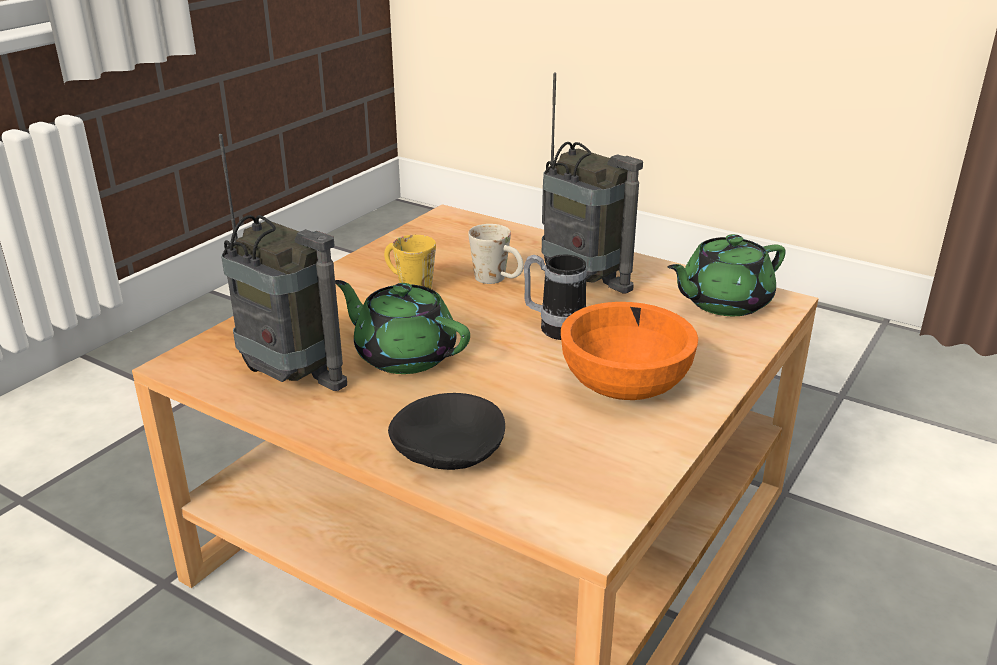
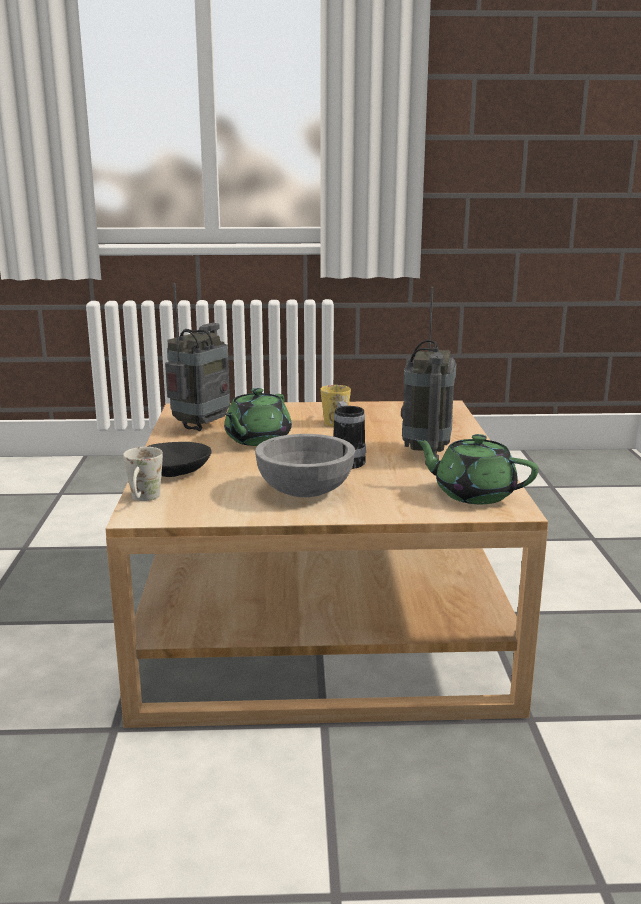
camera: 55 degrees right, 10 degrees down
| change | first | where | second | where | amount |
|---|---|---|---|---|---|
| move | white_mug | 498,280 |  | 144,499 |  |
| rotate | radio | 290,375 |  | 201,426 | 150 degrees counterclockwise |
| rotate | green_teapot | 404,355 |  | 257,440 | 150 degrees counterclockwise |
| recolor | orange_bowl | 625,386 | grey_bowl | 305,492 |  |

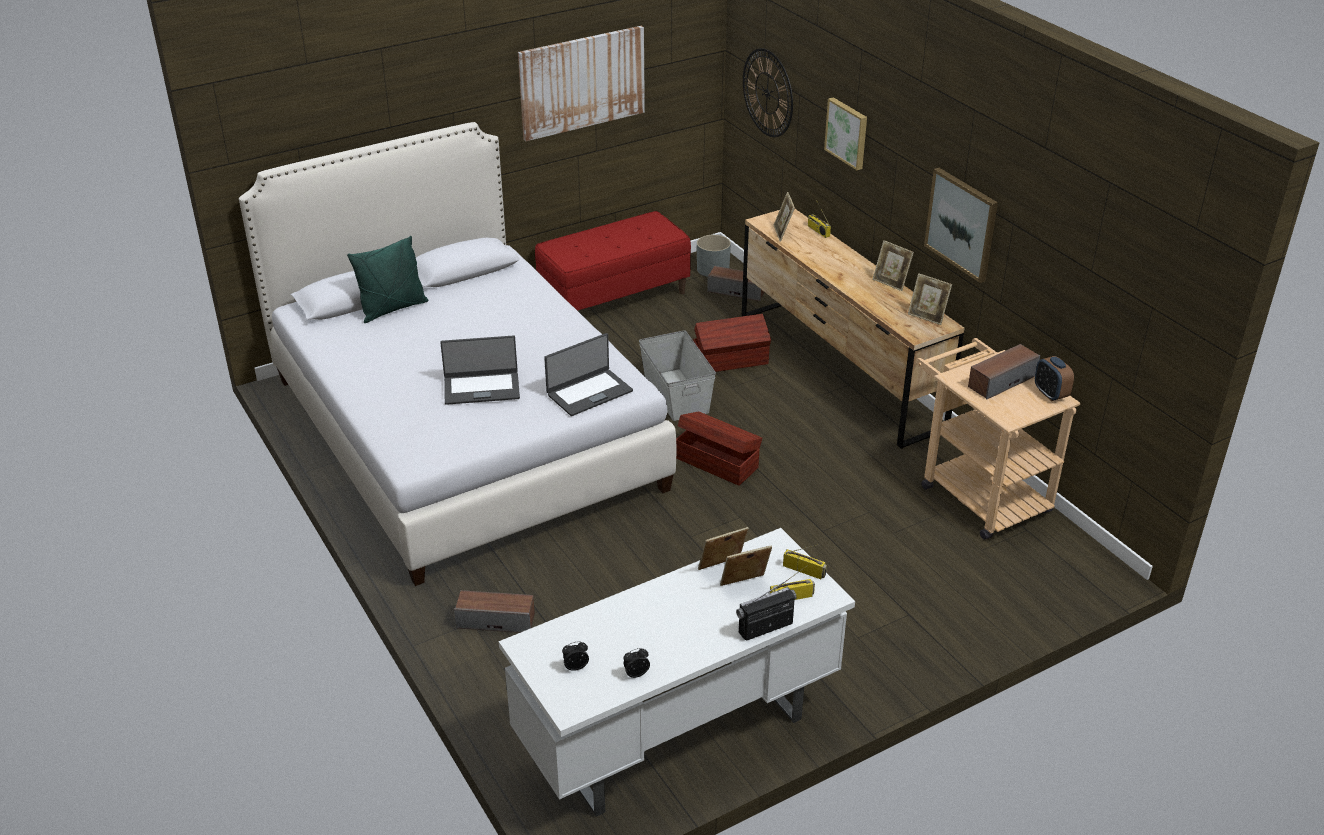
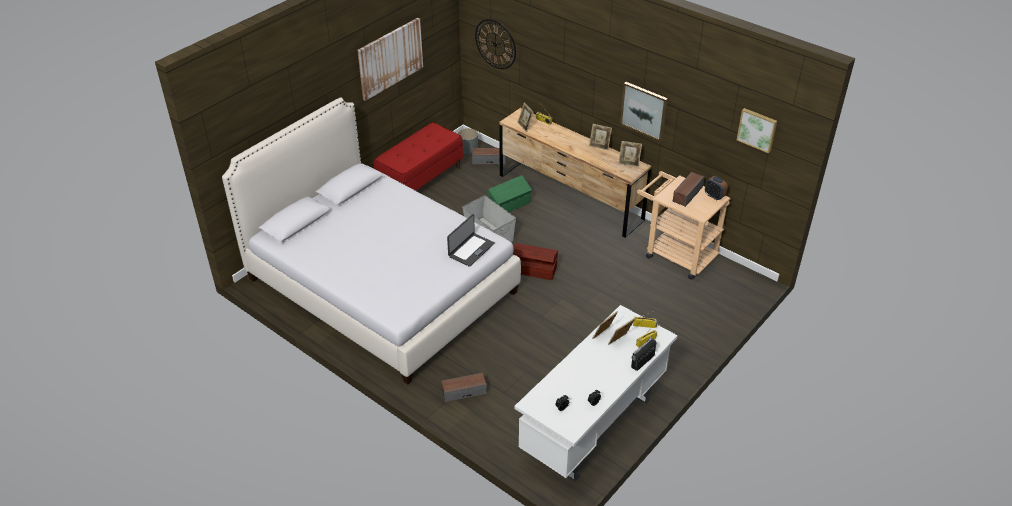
camera: 20 degrees left, 5 degrees up
| change | first | where | second | where | amount |
|---|---|---|---|---|---|
| recolor | brown_storage_box | 731,361 | green_storage_box | 509,205 |  |
| move | picture | 847,133 |  | 757,129 |  |
| delete | green_pillow | 393,309 |  |  |  |
| delete | laptop | 481,388 |  |  |  |

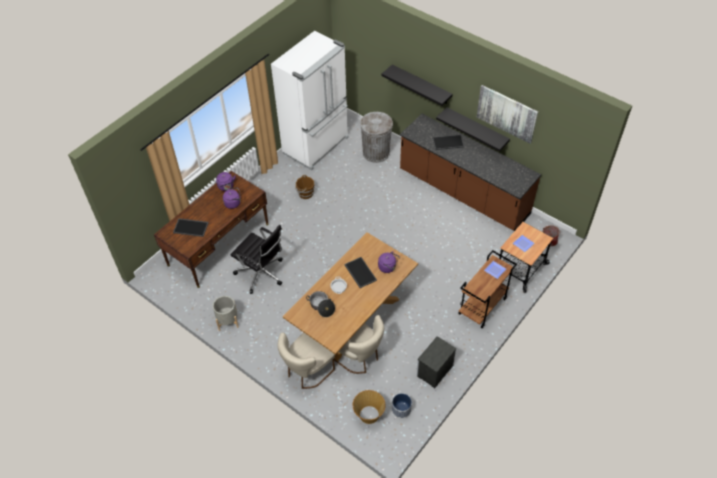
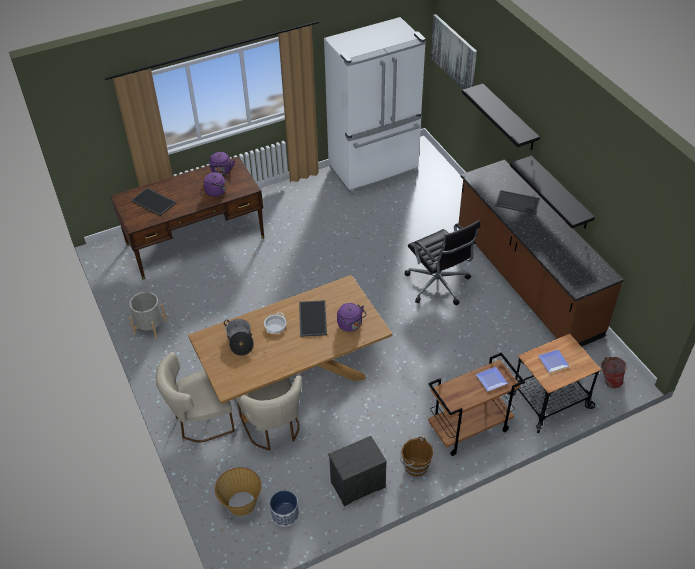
camera: 25 degrees right, 5 degrees down
| change | first | where | second | where | amount |
|---|---|---|---|---|---|
| move | brown_bucket | 305,194 |  | 415,466 |  |
| move | black_office_chair | 261,274 |  | 438,285 |  |
| move | picture | 506,113 |  | 454,54 |  |
| delete | grey_trash_can | 376,152 |  |  |  |

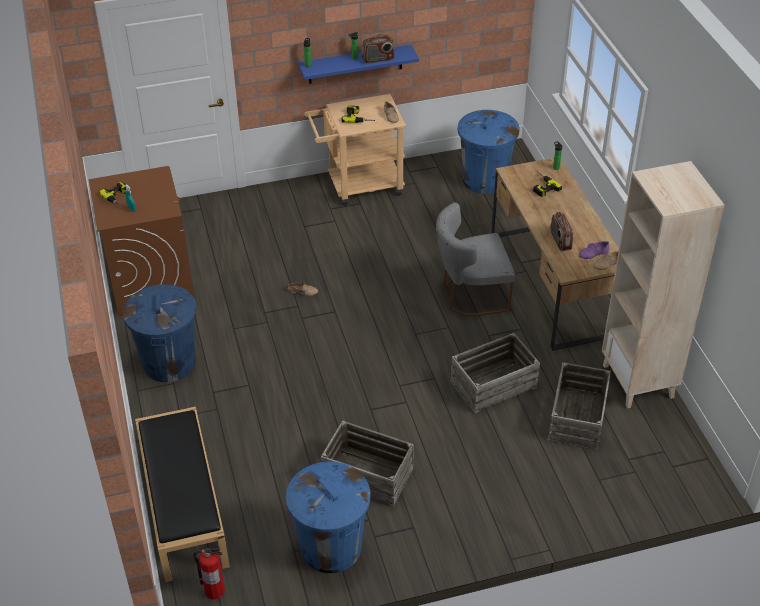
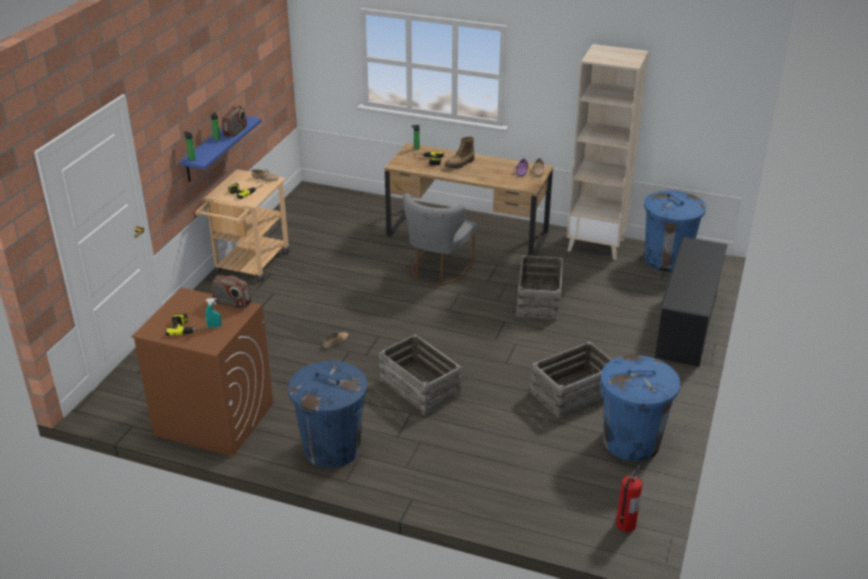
camera: 55 degrees left, 10 degrees down
| change | first | where | second | where | amount |
|---|---|---|---|---|---|
| move | radio | 560,241 |  | 232,303 |  |
| move | crate | 578,418 |  | 420,387 |  |
| insert |  |  | boot | 460,164 |  |
| move | blue_trash_can | 484,180 |  | 666,260 |  |
| insert |  |  | black_shoe_rack | 686,326 |  |
| delete | black_bench | 183,506 |  |  |  |

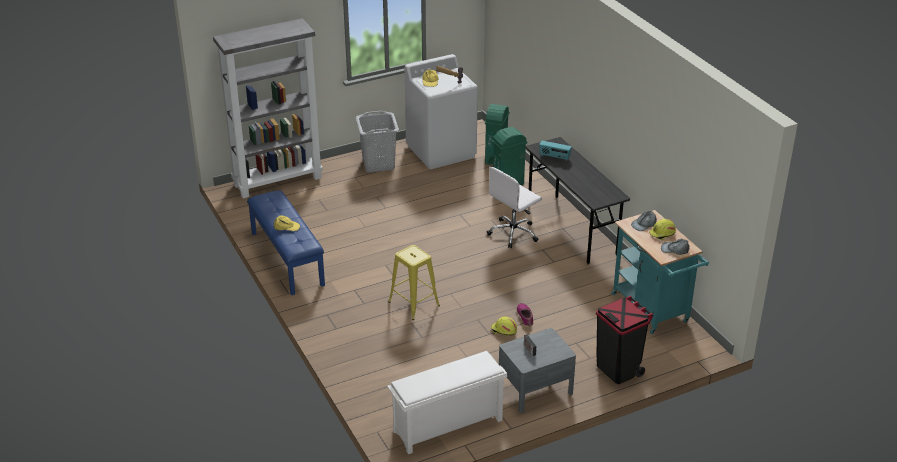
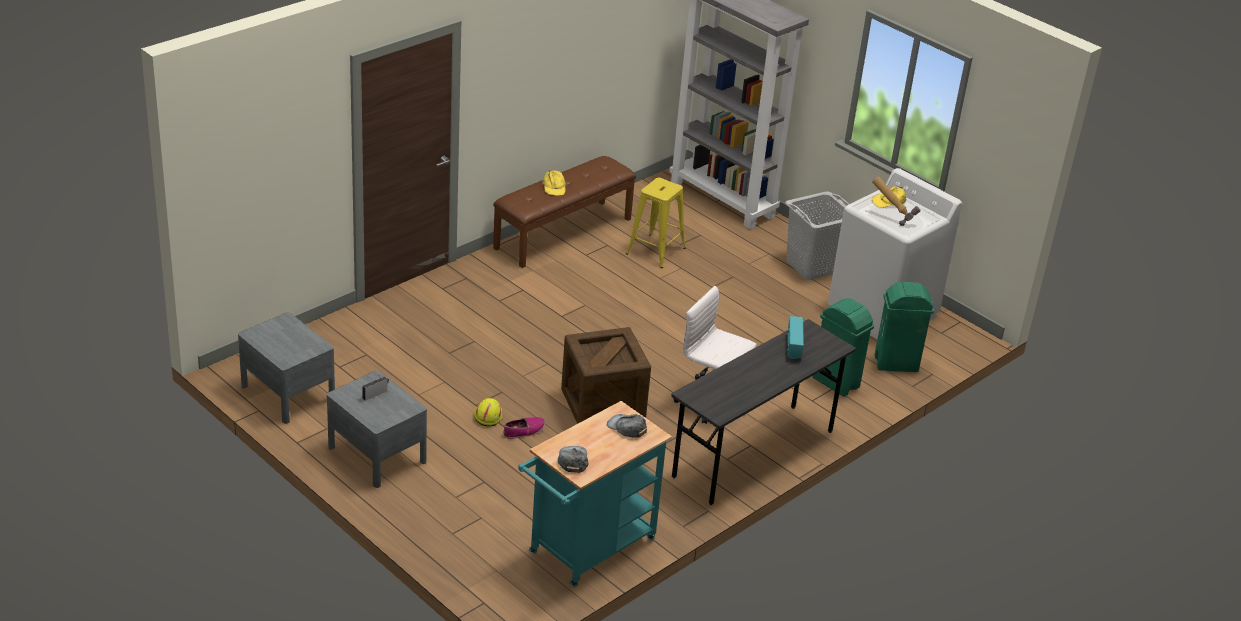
camera: 70 degrees right, 0 degrees up
| change | first | where | second | where | amount |
|---|---|---|---|---|---|
| replace | white_shoe_rack | 447,426 | grey_nightstand | 288,393 |  |
| recolor | blue_bench | 286,259 | brown_bench | 562,233 |  |
| insert |  |  | crate | 603,405 |  |
| move | yellow_stool | 414,304 |  | 655,251 |  |
| delete | black_trash_can | 618,369 |  |  |  |
| delete | yellow_hard_hat | 662,234 |  |  |  |

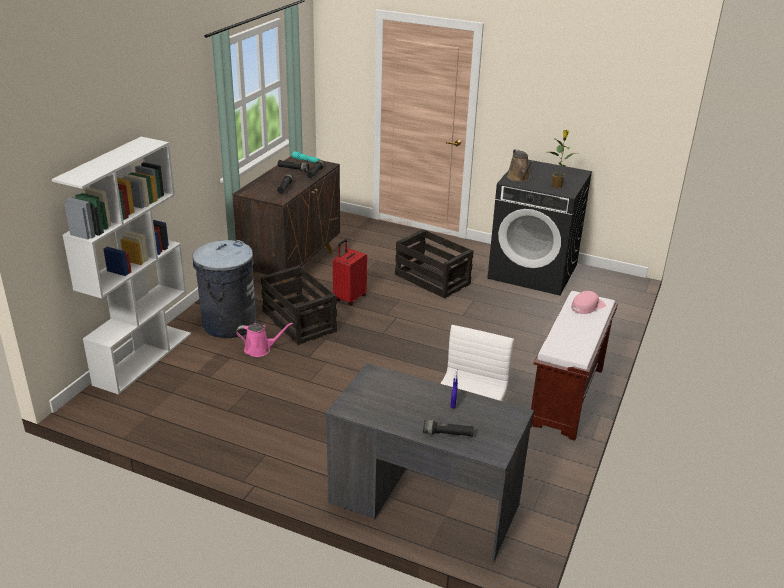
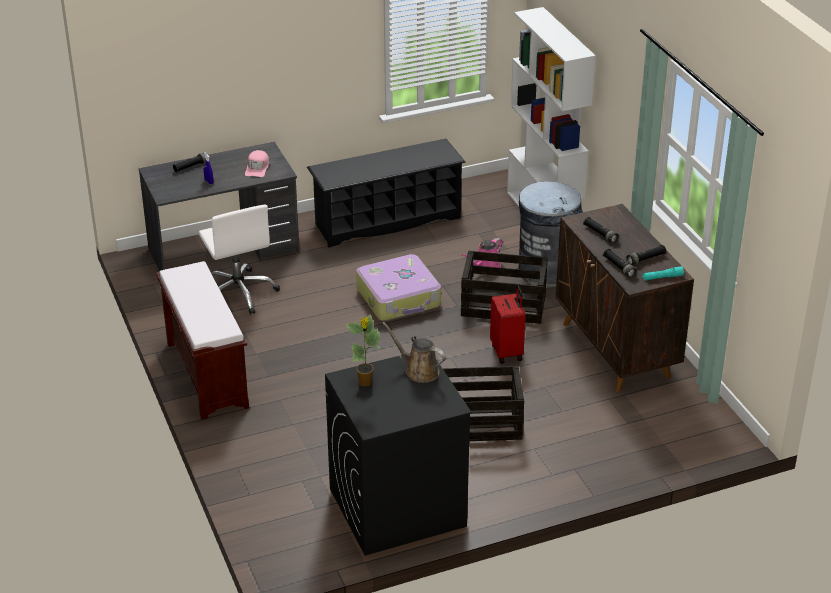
camera: 135 degrees right, 5 degrees up
| change | first | where | second | where | amount |
|---|---|---|---|---|---|
| move | pink_cap | 587,306 |  | 257,168 |  |
| insert |  |  | black_shoe_rack | 387,221 |  |
| insert |  |  | suitcase | 399,298 |  |

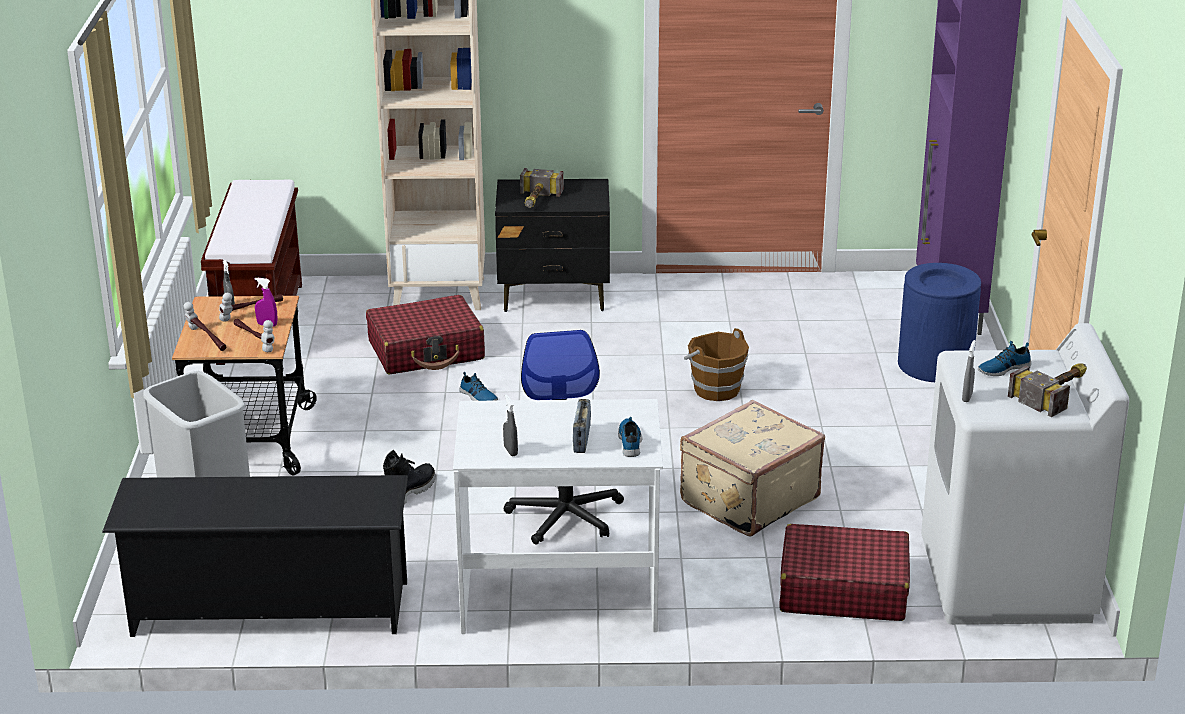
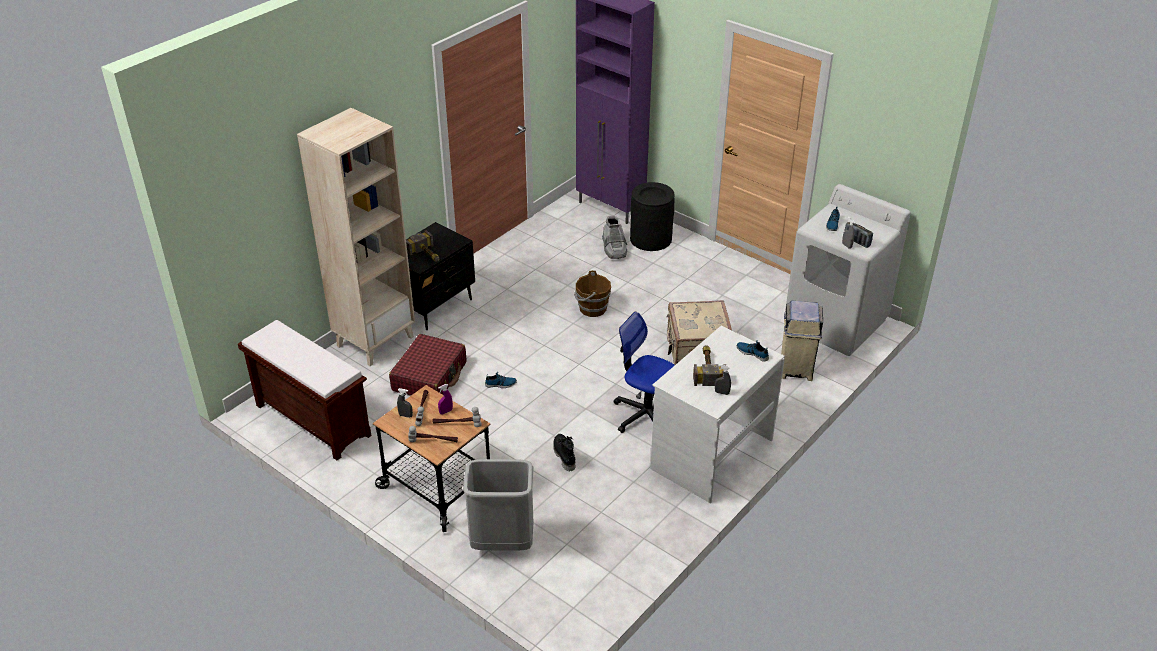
camera: 50 degrees left, 10 degrees up
| change | first | where | second | where | amount |
|---|---|---|---|---|---|
| insert |  |  | grey_boot | 614,249 |  |
| recolor | blue_trash_can | 935,364 | black_trash_can | 651,239 |  |
| move | hammer | 1057,392 |  | 707,368 |  |
| replace | red_suitcase | 842,590 | beige_trash_can | 796,369 |  |
| move | radio | 581,440 |  | 856,241 |  |
| delete | black_shoe_rack | 269,609 |  |  |  |

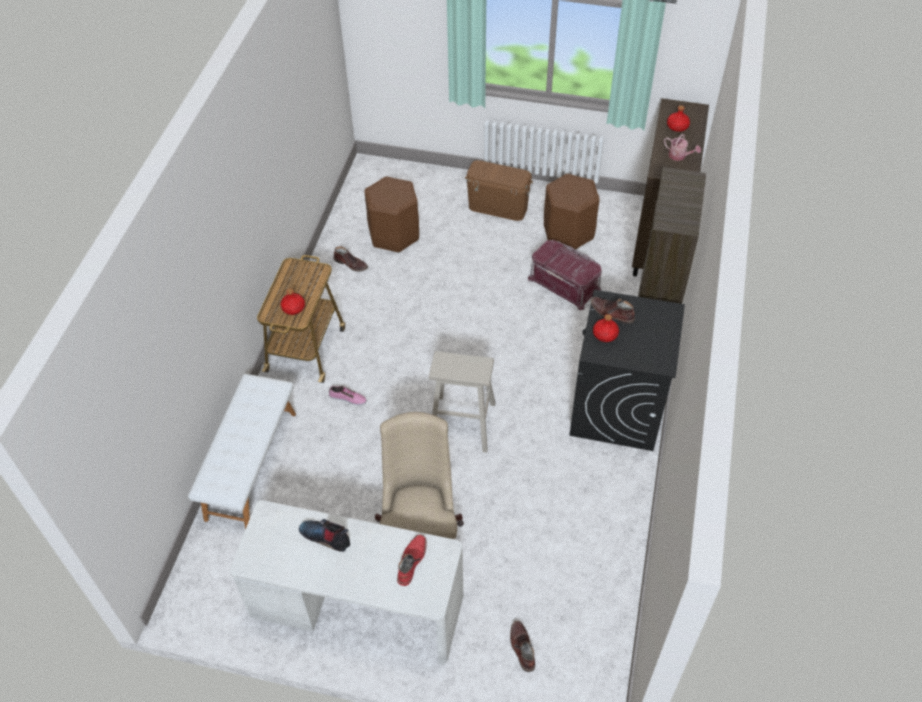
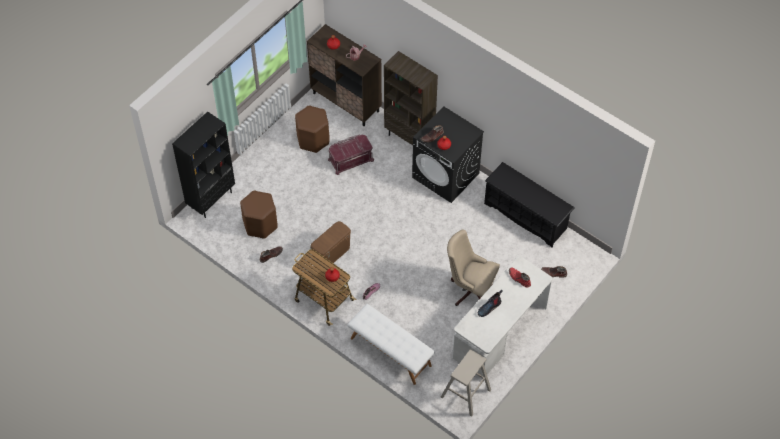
camera: 65 degrees left, 5 degrees up
| change | first | where | second | where | amount |
|---|---|---|---|---|---|
| insert |  |  | black_bookcase | 211,199 |  |
| move | brown_storage_box | 498,207 |  | 331,254 |  |
| move | beige_stool | 462,423 |  | 465,393 |  |
| insert |  |  | black_shoe_rack | 526,216 |  |

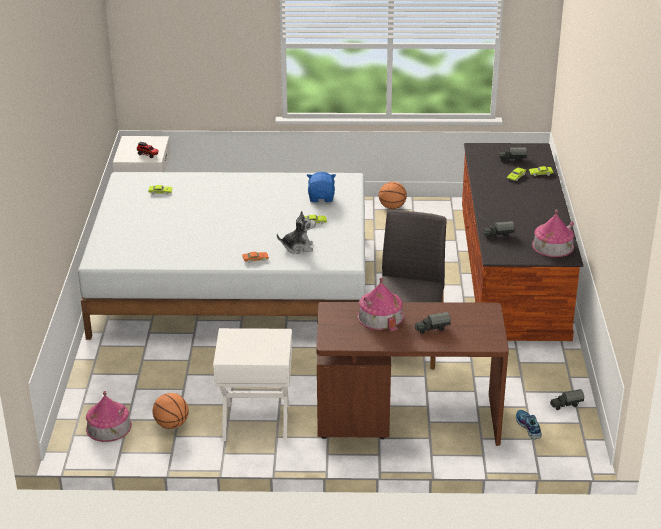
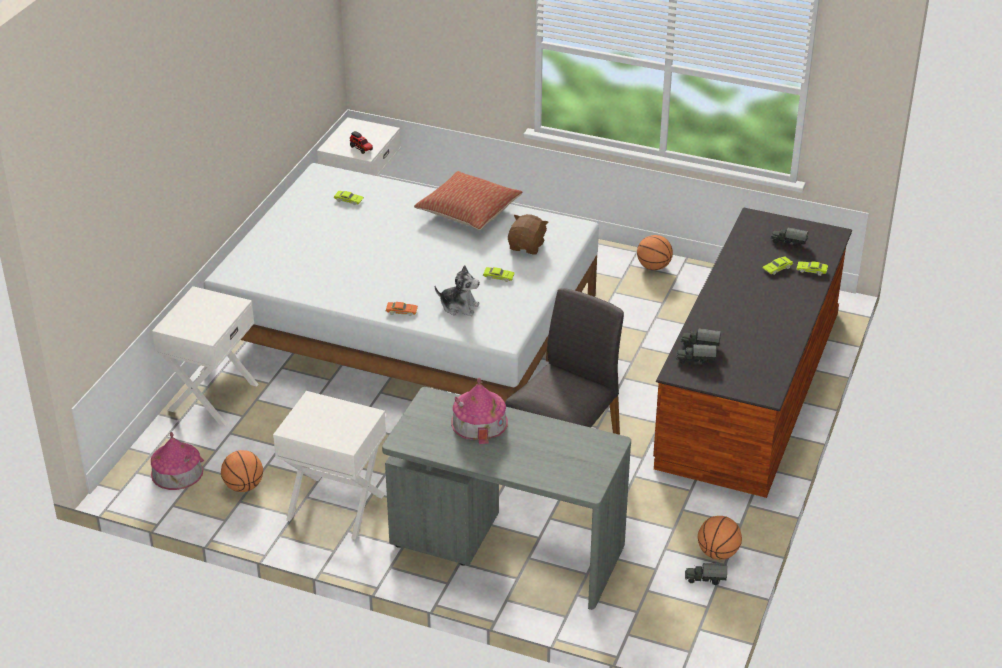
camera: 20 degrees right, 5 degrees up
| change | first | where | second | where | amount |
|---|---|---|---|---|---|
| insert |  |  | white_nightstand | 212,397 |  |
| recolor | brown_desk | 407,419 | grey_desk | 506,548 |  |
| insert |  |  | pillow | 468,211 |  |
| recolor | blue_plush_toy | 321,197 | brown_plush_toy | 527,246 |  |
| move | toy_truck | 431,328 |  | 695,360 |  |
| insert |  |  | basketball | 718,553 |  |
| delete | shoe | 528,427 |  |  |  |
| delete | toy_house | 552,246 |  |  |  |

